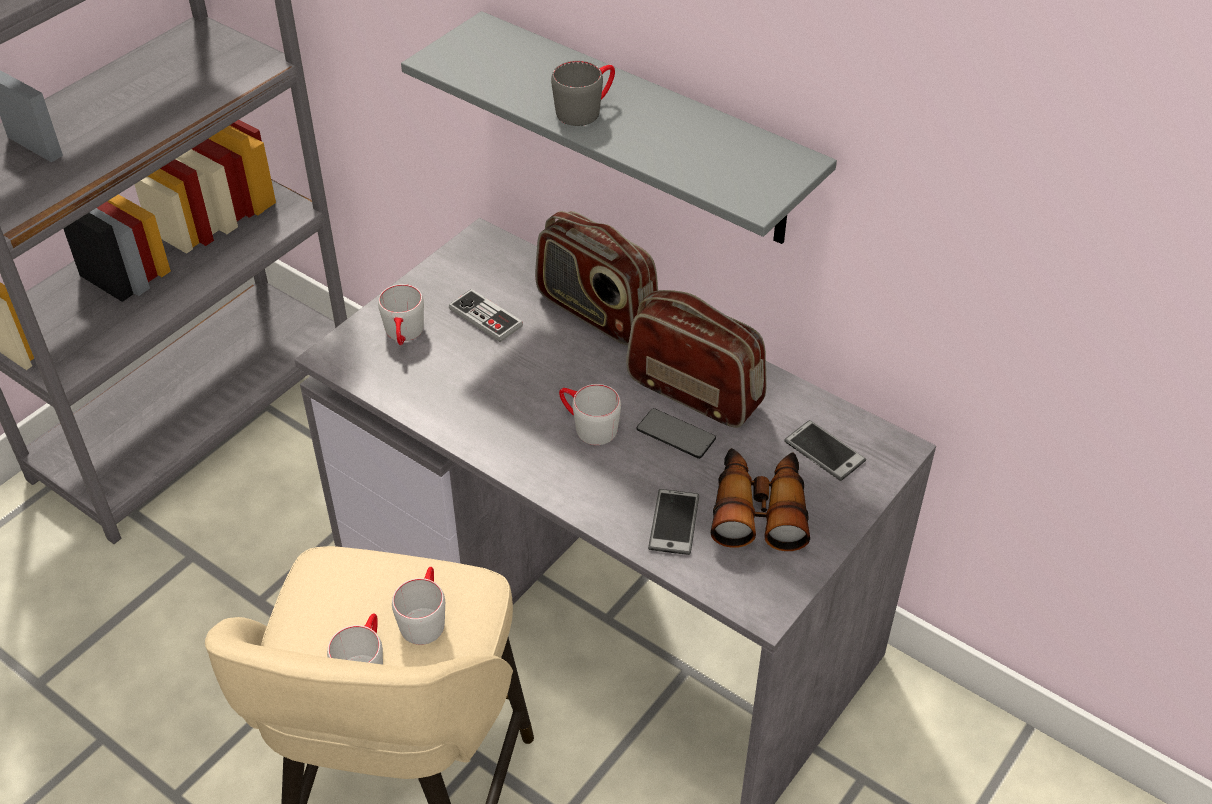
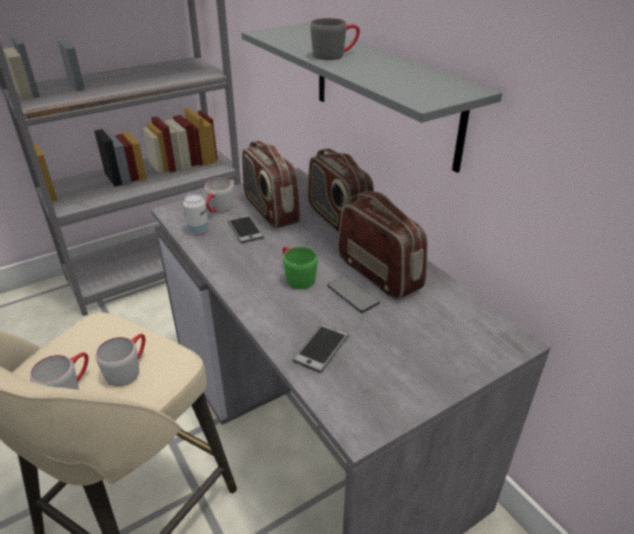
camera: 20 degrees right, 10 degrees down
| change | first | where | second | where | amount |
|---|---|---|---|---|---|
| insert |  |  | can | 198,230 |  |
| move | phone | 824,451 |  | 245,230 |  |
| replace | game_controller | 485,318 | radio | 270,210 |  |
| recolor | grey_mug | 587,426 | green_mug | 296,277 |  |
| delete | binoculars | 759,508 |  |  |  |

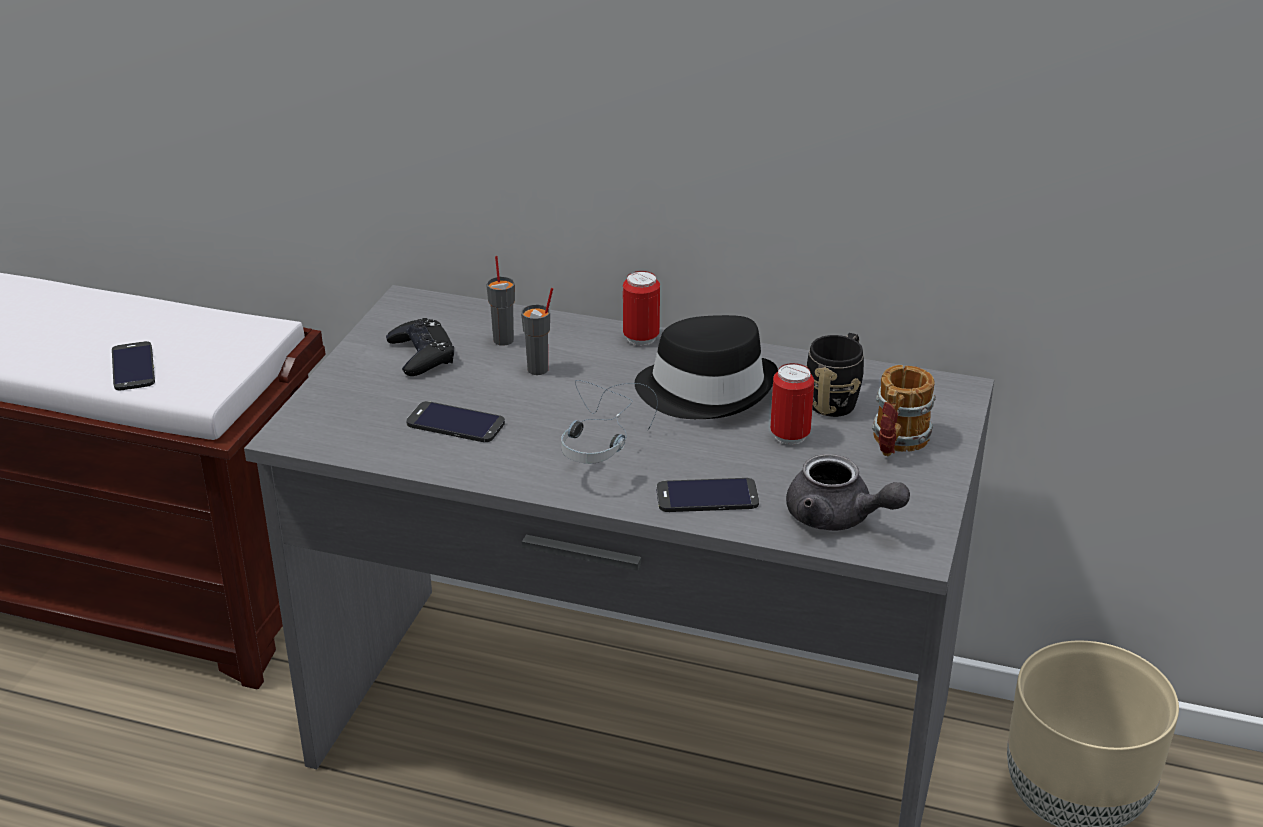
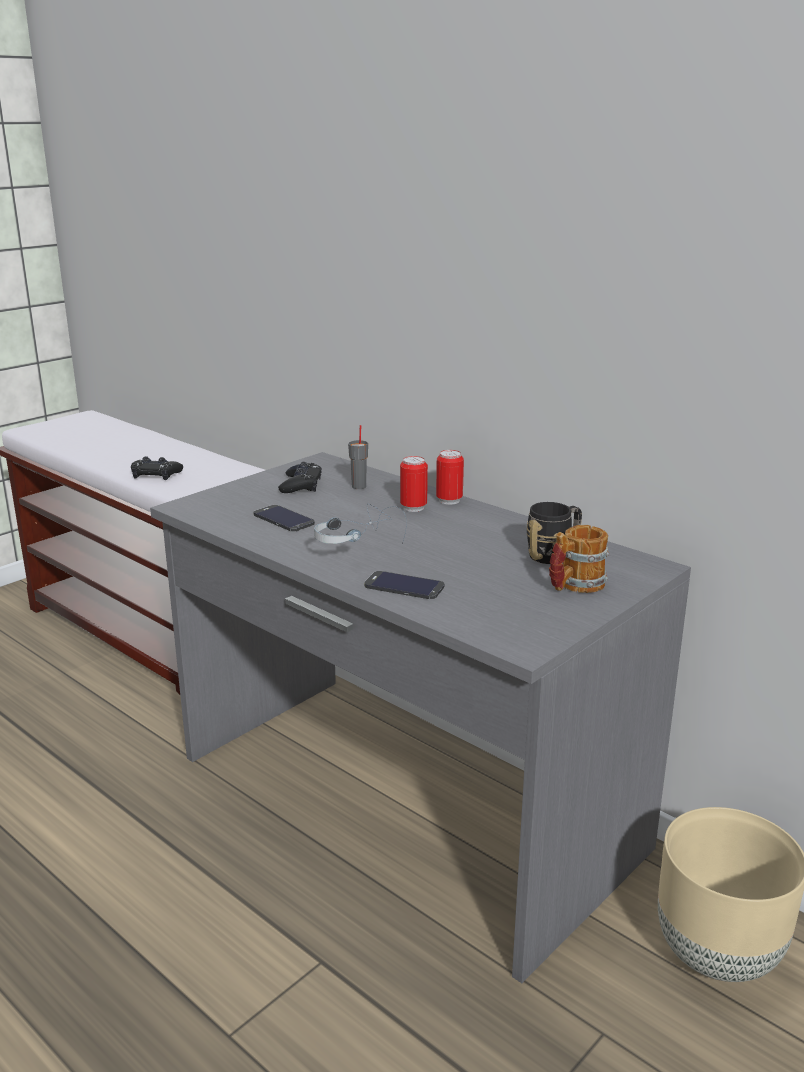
camera: 25 degrees right, 10 degrees down
| change | first | where | second | where | amount |
|---|---|---|---|---|---|
| replace | phone | 133,367 | black_game_controller | 156,474 |  |
| move | can | 790,436 |  | 413,507 |  |
| delete | grey_cup | 538,369 |  |  |  |
| delete | black_hat | 706,389 |  |  |  |
| delete | grey_teapot | 838,518 |  |  |  |

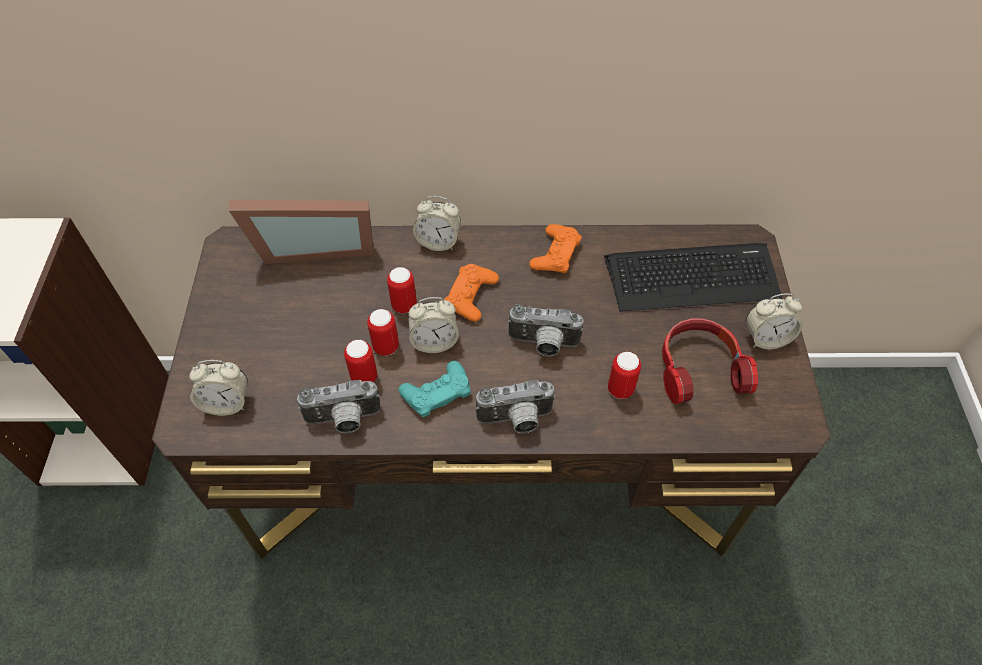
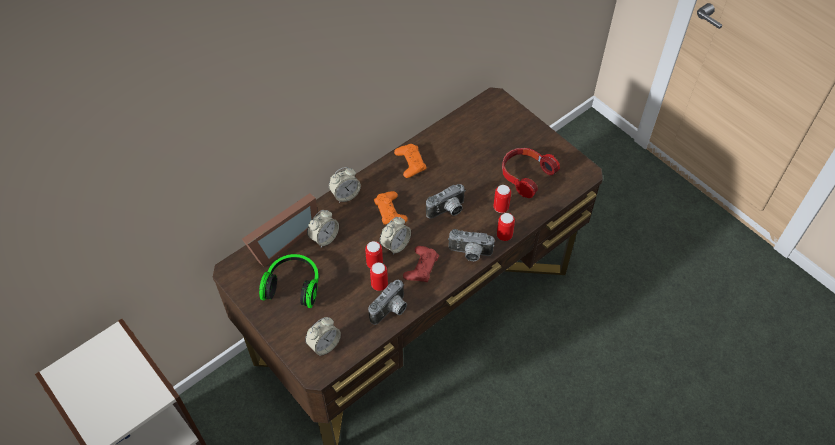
camera: 40 degrees left, 0 degrees up
| change | first | where | second | where | amount |
|---|---|---|---|---|---|
| insert |  |  | headphones | 293,286 |  |
| move | alarm_clock | 766,338 |  | 324,238 |  |
| recolor | turquoise_game_controller | 437,392 | red_game_controller | 421,267 |  |
| rotate | photo_camera | 516,421 |  | 469,254 | 60 degrees clockwise |
| move | can | 404,305 |  | 504,235 |  |
| delete | keyboard | 692,277 |  |  |  |

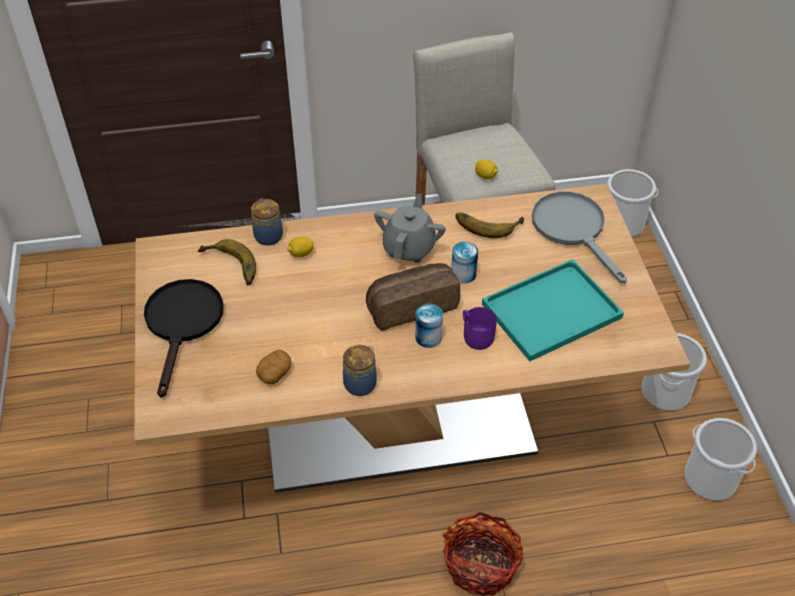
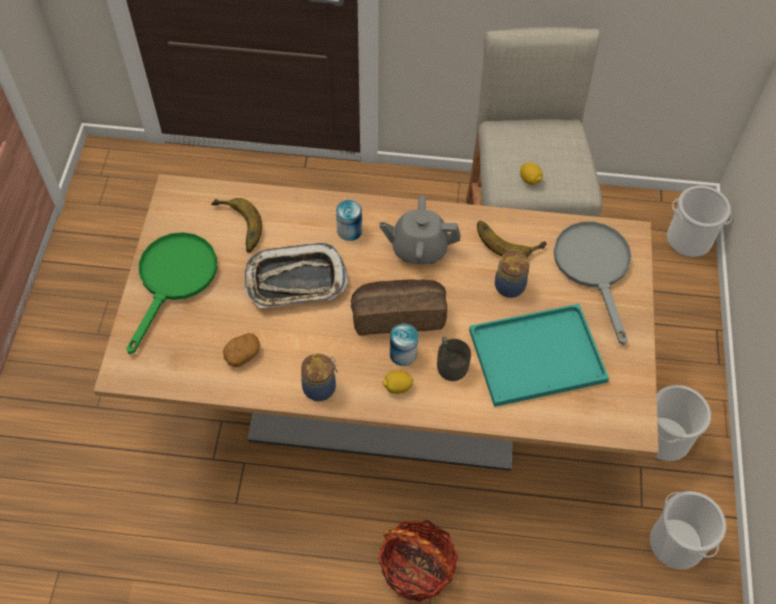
camera: 15 degrees right, 10 degrees up
| change | first | where | second | where | amount |
|---|---|---|---|---|---|
| recolor | black_frying_pan | 183,324 | green_frying_pan | 174,280 |  |
| insert |  |  | tray | 295,281 |  |
| move | can | 463,274 |  | 349,230 |  |
| rotate | grey_teapot | 409,248 |  | 418,248 | 120 degrees counterclockwise |
| move | lemon | 301,254 |  | 397,387 |  |
| recolor | purple_mug | 476,335 | grey_mug | 451,363 |  |
| move | jar | 268,235 |  | 509,285 |  |

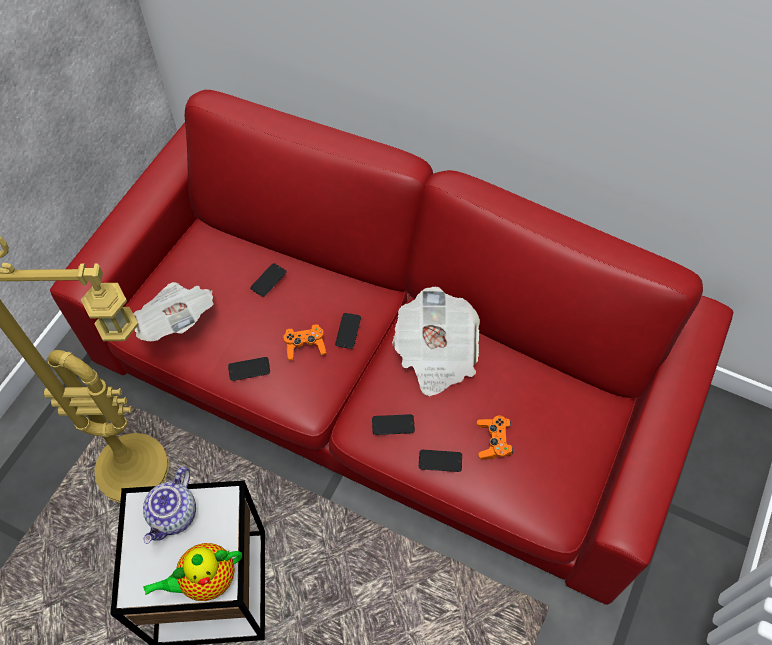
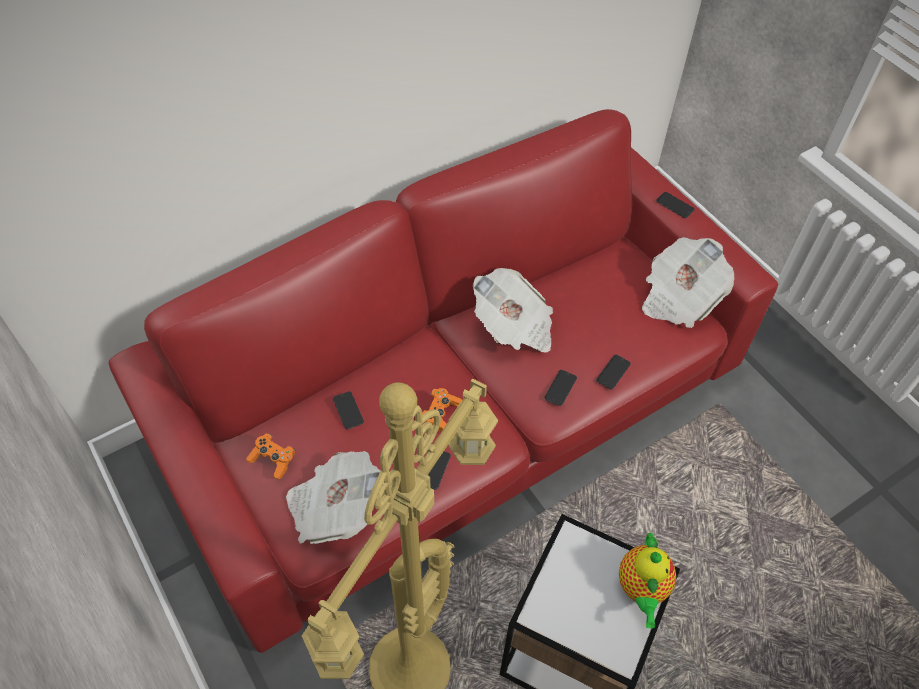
camera: 60 degrees left, 5 degrees down
| change | first | where | second | where | amount |
|---|---|---|---|---|---|
| move | orange_game_controller | 493,441 |  | 273,459 |  |
| insert |  |  | newspaper | 679,297 |  |
| move | phone | 348,331 |  | 675,205 |  |
| delete | teapot | 174,515 |  |  |  |

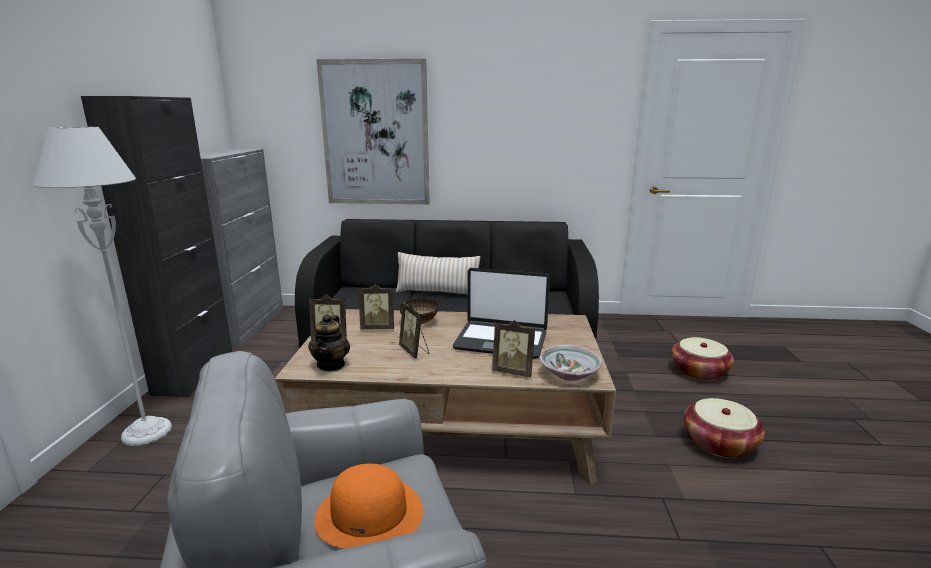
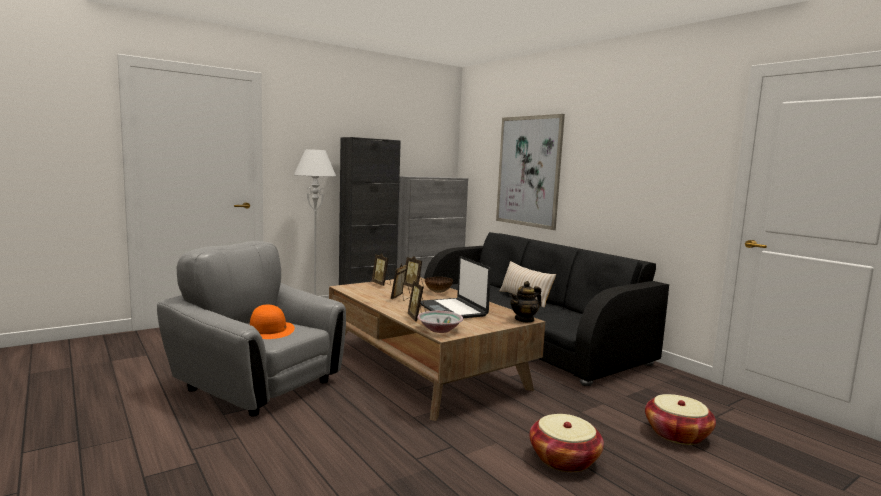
camera: 50 degrees right, 10 degrees down
| change | first | where | second | where | amount |
|---|---|---|---|---|---|
| move | teapot | 331,365 |  | 524,319 |  |

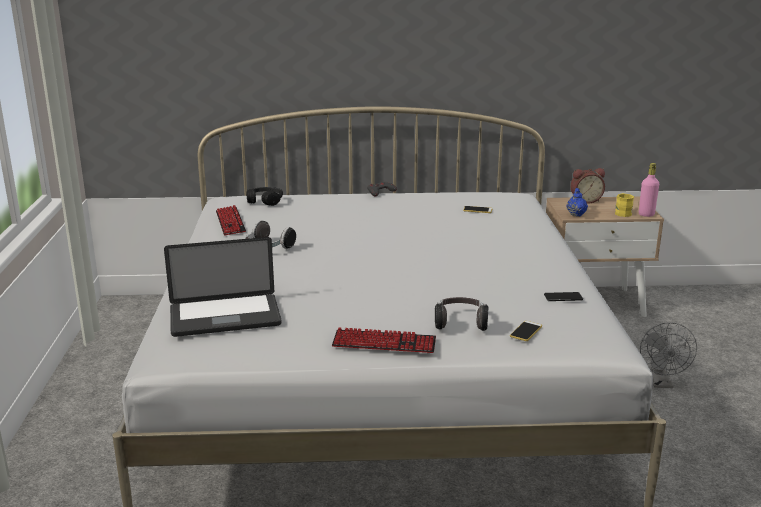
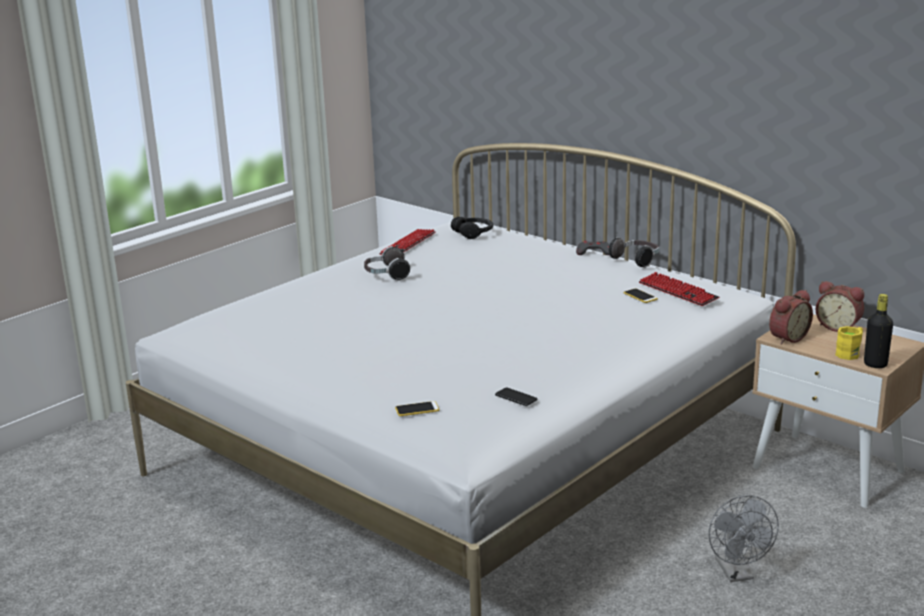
camera: 45 degrees right, 0 degrees up
| change | first | where | second | where | amount |
|---|---|---|---|---|---|
| move | headphones | 460,323 |  | 636,260 |  |
| move | keyboard | 384,343 |  | 678,291 |  |
| rotate | grey_fan | 661,383 |  | 737,573 | 60 degrees counterclockwise |
| replace | blue_teapot | 576,214 | alarm_clock | 787,338 |  |
| recolor | pink_bottle | 646,214 | black_bottle | 875,364 |  |
| delete | laptop | 225,317 |  |  |  |

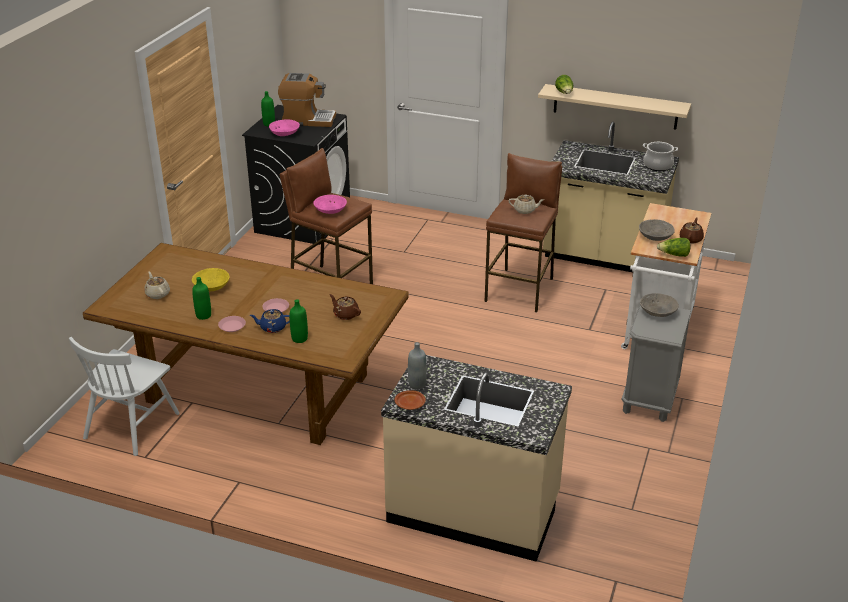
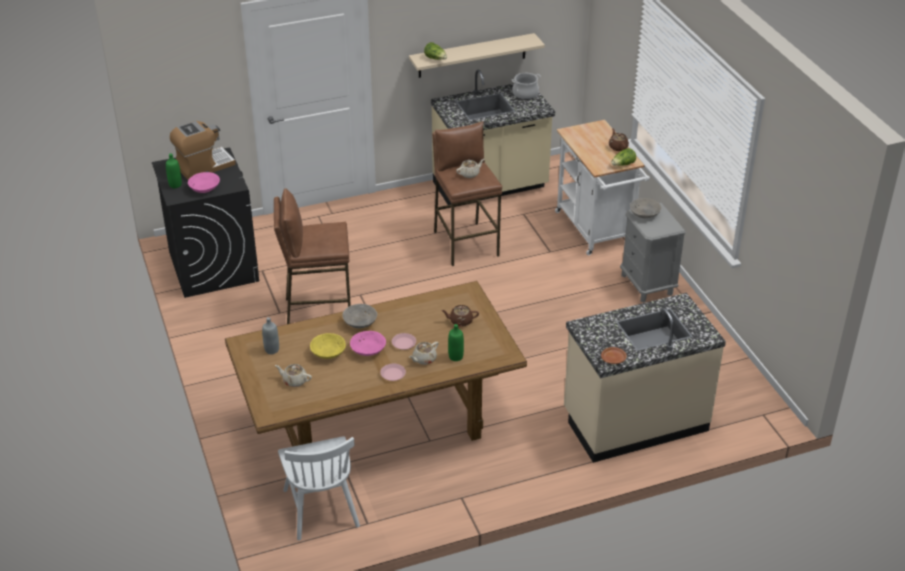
camera: 40 degrees left, 5 degrees up
| change | first | where | second | where | amount |
|---|---|---|---|---|---|
| move | grey_bottle | 417,384 |  | 272,350 |  |
| move | grey_bowl | 655,237 |  | 360,322 |  |
| move | pink_bowl | 331,211 |  | 368,350 |  |
| recolor | blue_teapot | 272,327 | beige_teapot | 424,359 |  |
| delete | green_bottle | 203,315 |  |  |  |

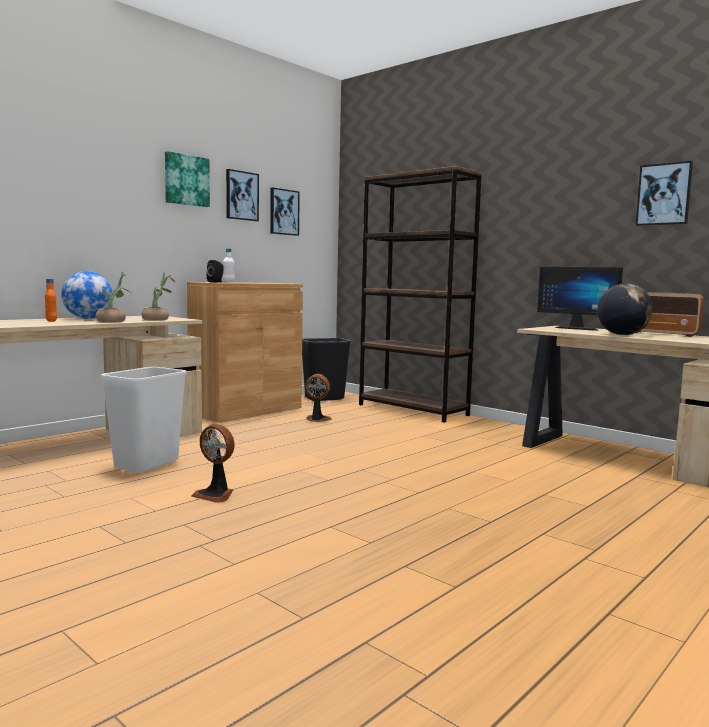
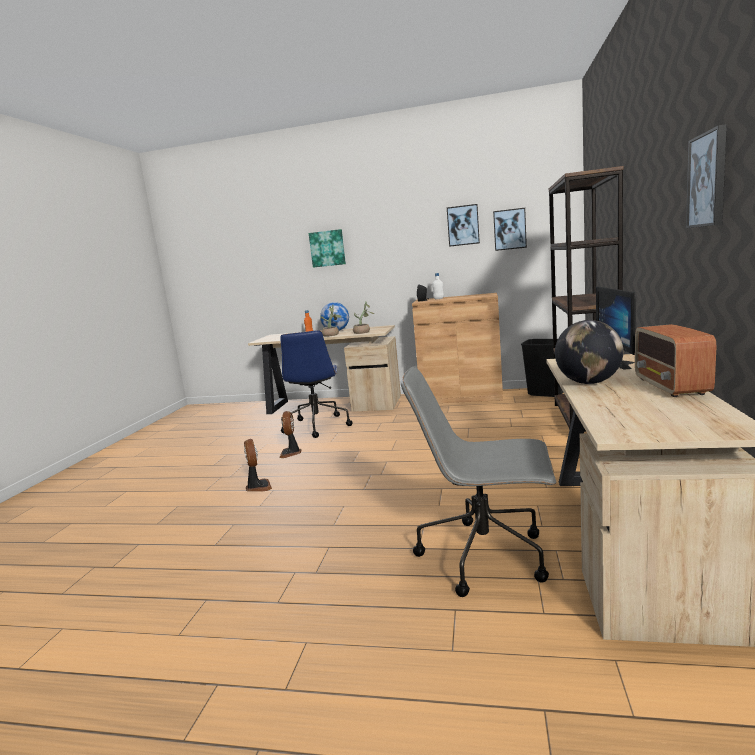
camera: 60 degrees right, 5 degrees up
| change | first | where | second | where | amount |
|---|---|---|---|---|---|
| move | fan | 317,420 |  | 258,487 |  |
| replace | white_trash_can | 147,465 | blue_office_chair | 317,426 |  |
| move | picture | 186,180 |  | 327,248 |  |
| insert |  |  | grey_office_chair | 486,556 |  |

